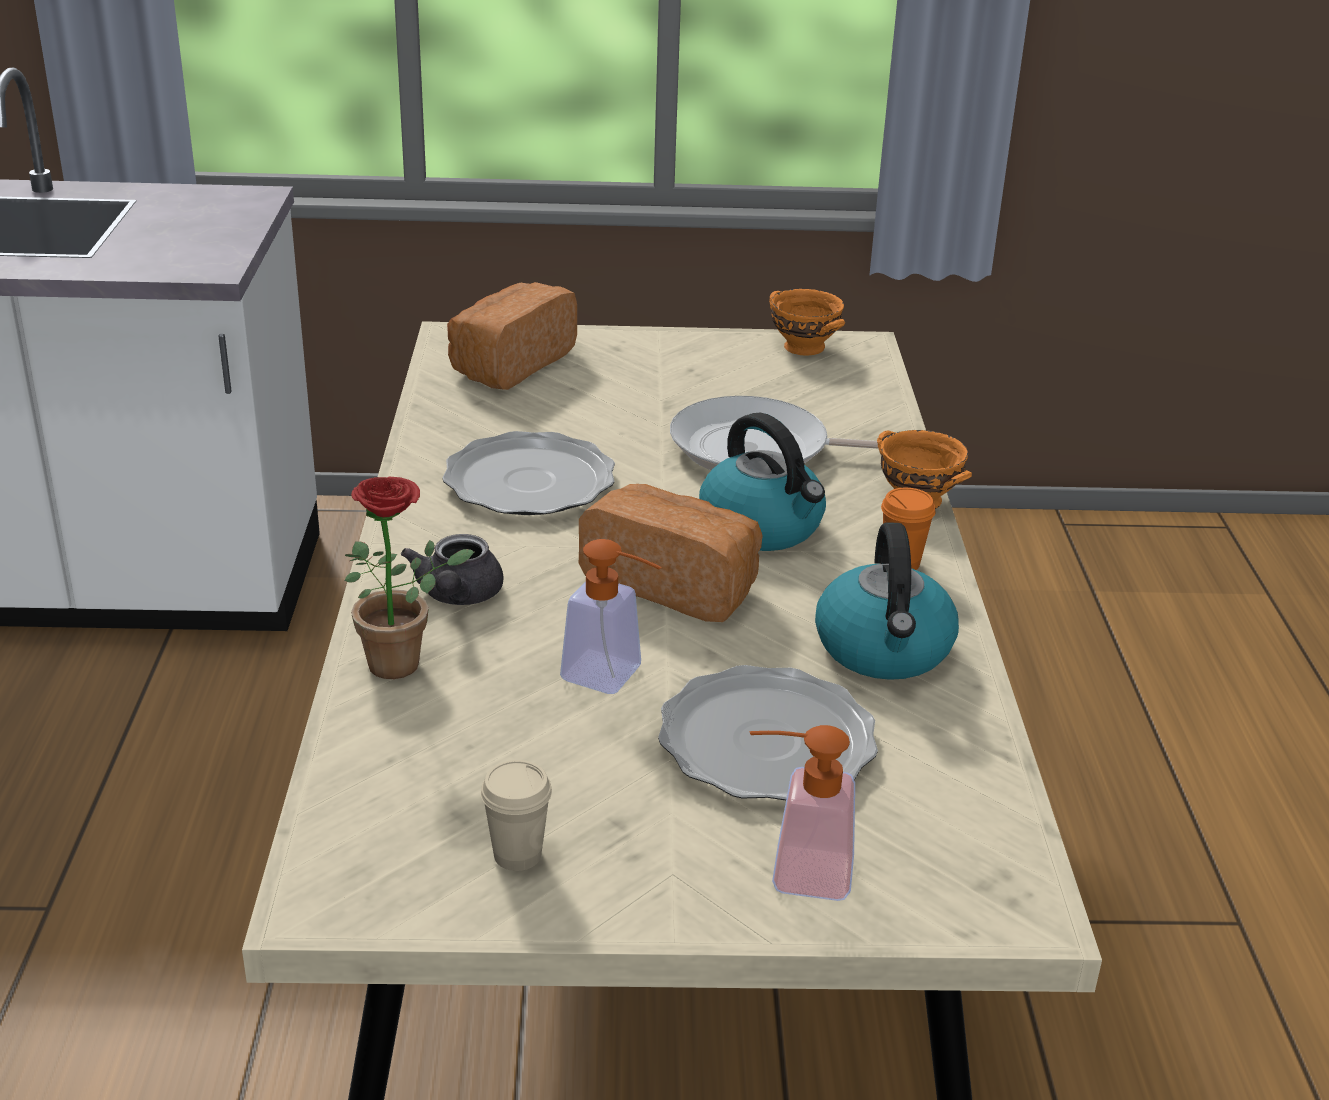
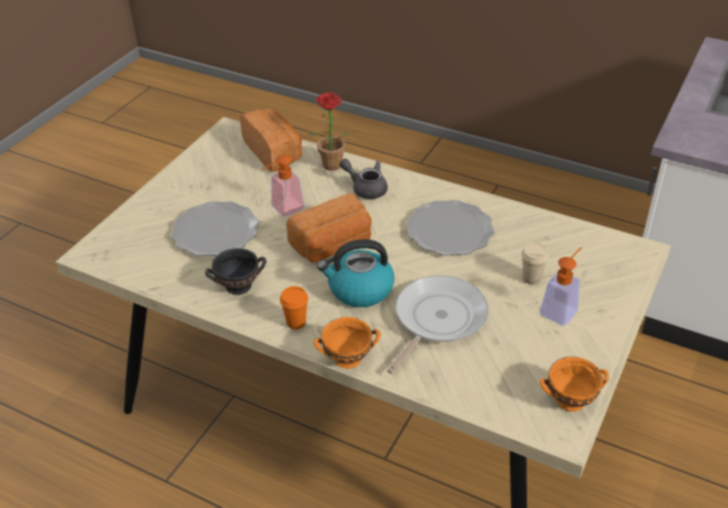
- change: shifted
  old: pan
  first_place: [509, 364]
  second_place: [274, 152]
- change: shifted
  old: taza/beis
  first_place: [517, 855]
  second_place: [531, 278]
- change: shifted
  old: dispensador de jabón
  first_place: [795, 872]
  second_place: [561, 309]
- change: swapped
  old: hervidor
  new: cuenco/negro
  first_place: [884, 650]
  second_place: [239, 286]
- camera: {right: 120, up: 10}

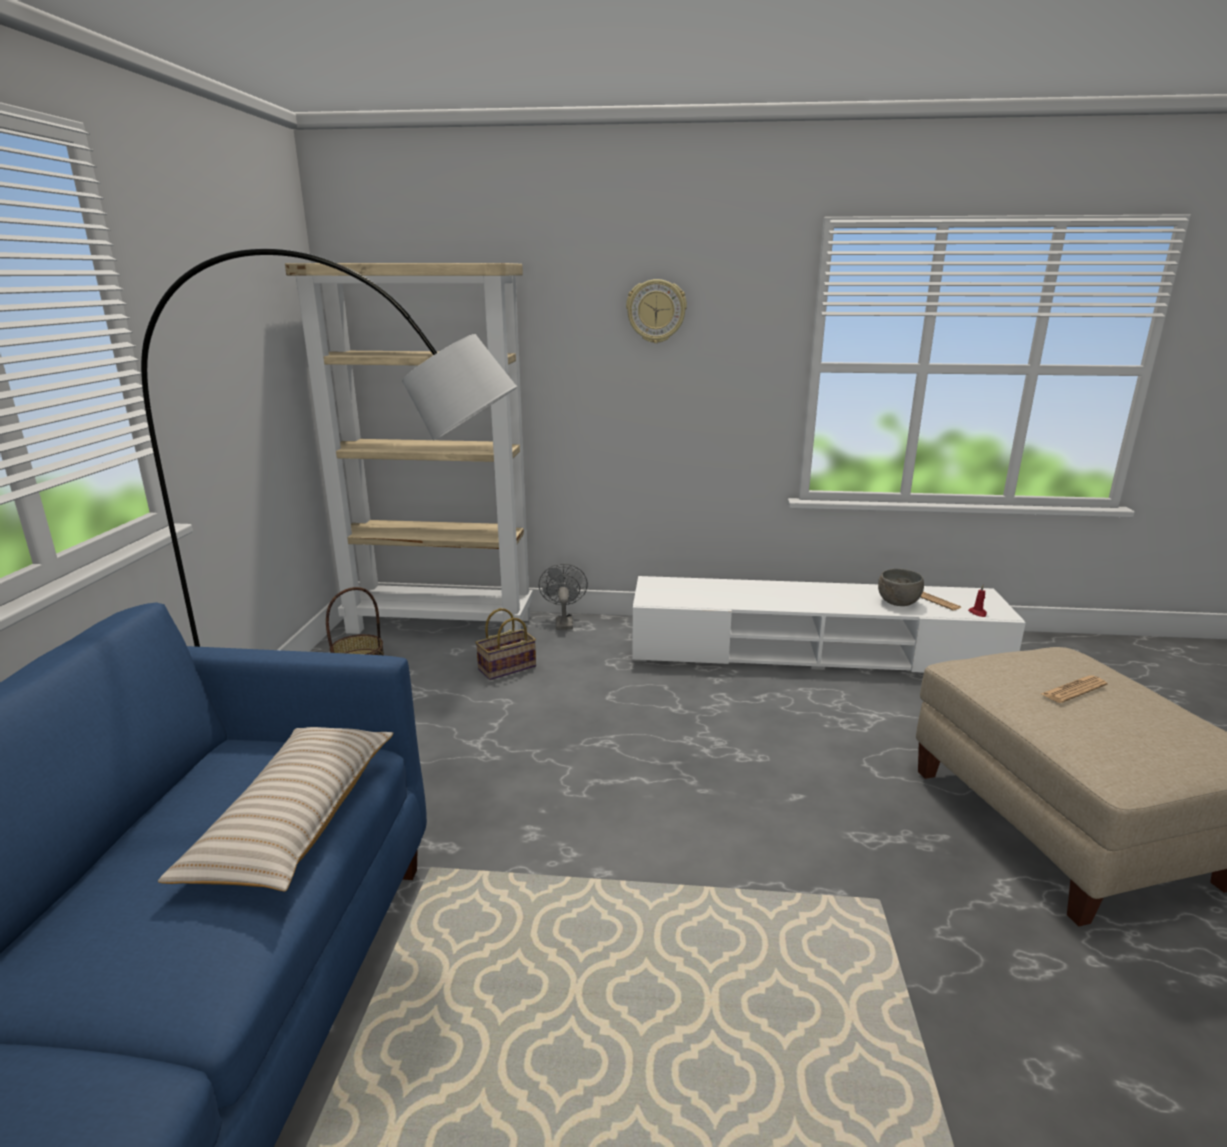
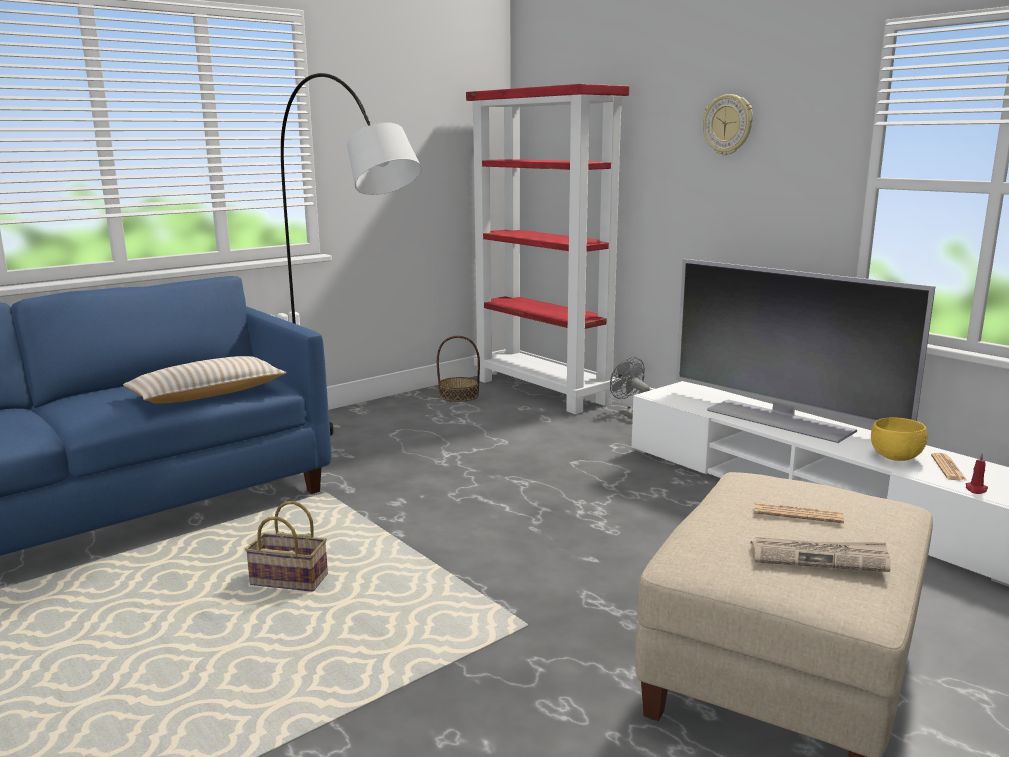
- change: new
  new: televisor
  second_place: [780, 420]
- change: new
  new: periódico
  second_place: [819, 557]
- change: shifted
  old: cesta
  first_place: [506, 669]
  second_place: [287, 581]
- change: repainted
  old: estantería/beis
  new: estantería/rojo
  first_place: [442, 624]
  second_place: [543, 391]
- change: repainted
  old: cuenco/gris
  new: cuenco/amarillo
  first_place: [897, 603]
  second_place: [895, 457]
- change: rotated
  old: ventilador/gris
  first_place: [563, 622]
  second_place: [629, 413]
  degrees: -75
- camera: {right: 45, up: -5}

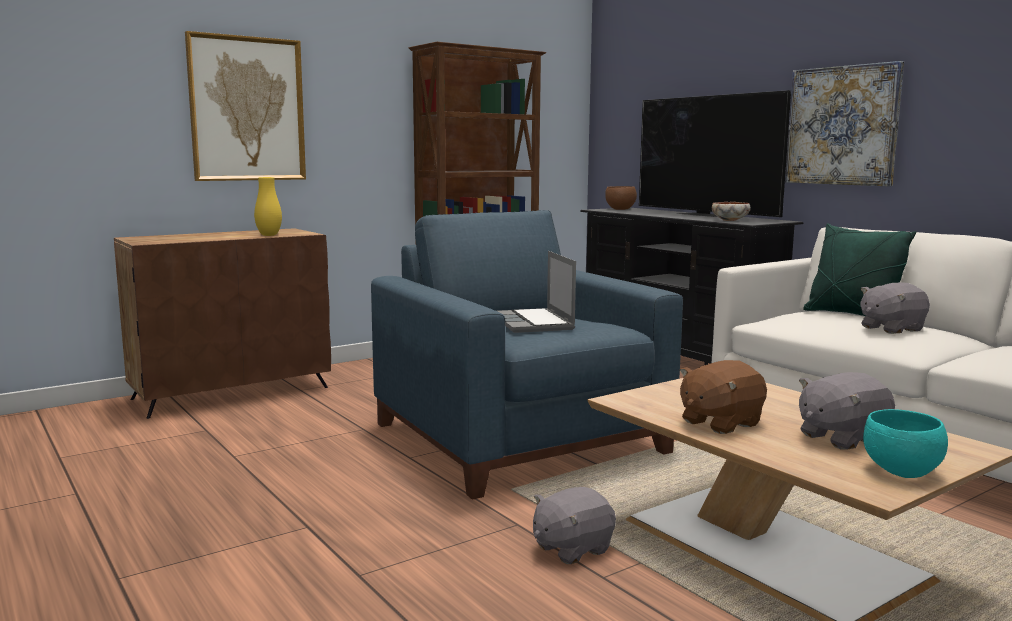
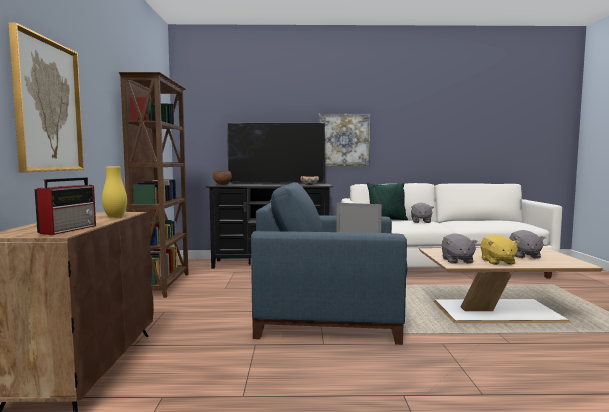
- change: gone
  old: cuenco/turquesa
  first_place: [902, 472]
- change: new
  new: radio
  second_place: [69, 229]
- change: shifted
  old: peluche/gris
  first_place: [571, 548]
  second_place: [457, 260]
- change: repainted
  old: peluche/marrón
  new: peluche/amarillo
  first_place: [719, 423]
  second_place: [497, 261]
- camera: {right: -55, up: -5}

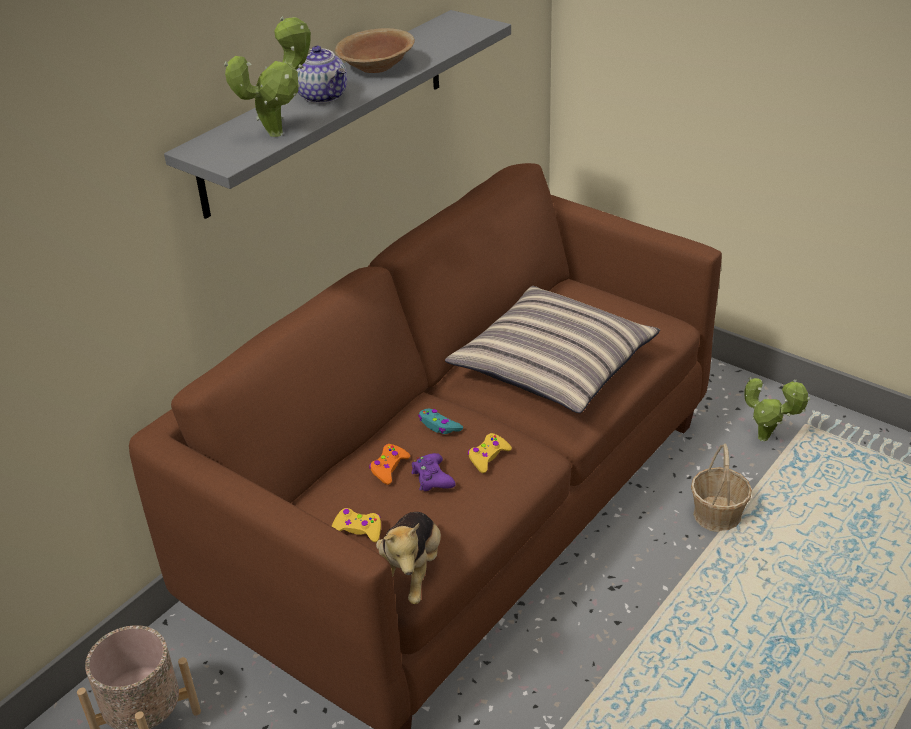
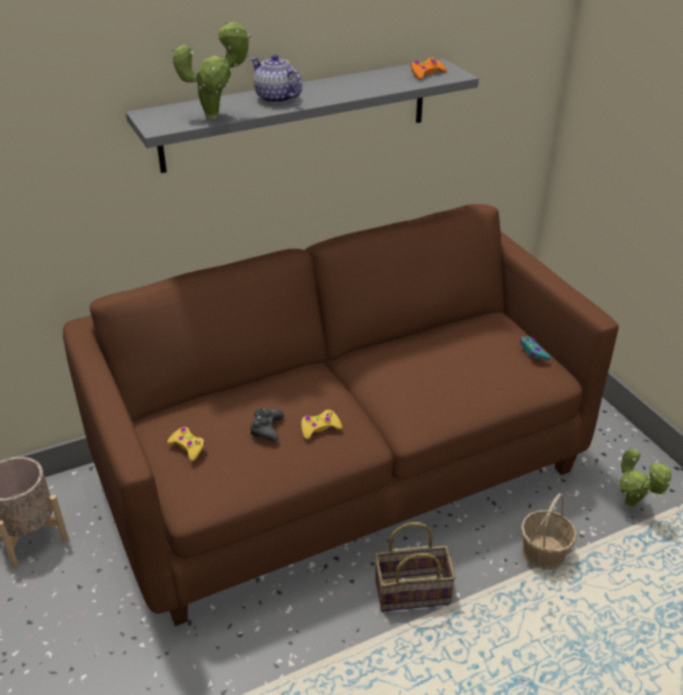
- change: gone
  old: cuenco/marrón
  first_place: [376, 67]
- change: gone
  old: peluche
  first_place: [411, 573]
- change: gone
  old: cojín
  first_place: [553, 365]
- change: new
  new: cesta
  second_place: [414, 591]
- change: shifted
  old: mando de consola/naranja
  first_place: [389, 468]
  second_place: [426, 74]
- change: shifted
  old: mando de consola/turquesa
  first_place: [439, 426]
  second_place: [533, 352]
- change: repainted
  old: mando de consola/morado
  new: mando de consola/negro
  first_place: [432, 478]
  second_place: [266, 428]
- change: rotated
  old: tetera
  first_place: [323, 96]
  second_place: [276, 98]
  degrees: 150
- camera: {right: 25, up: 0}

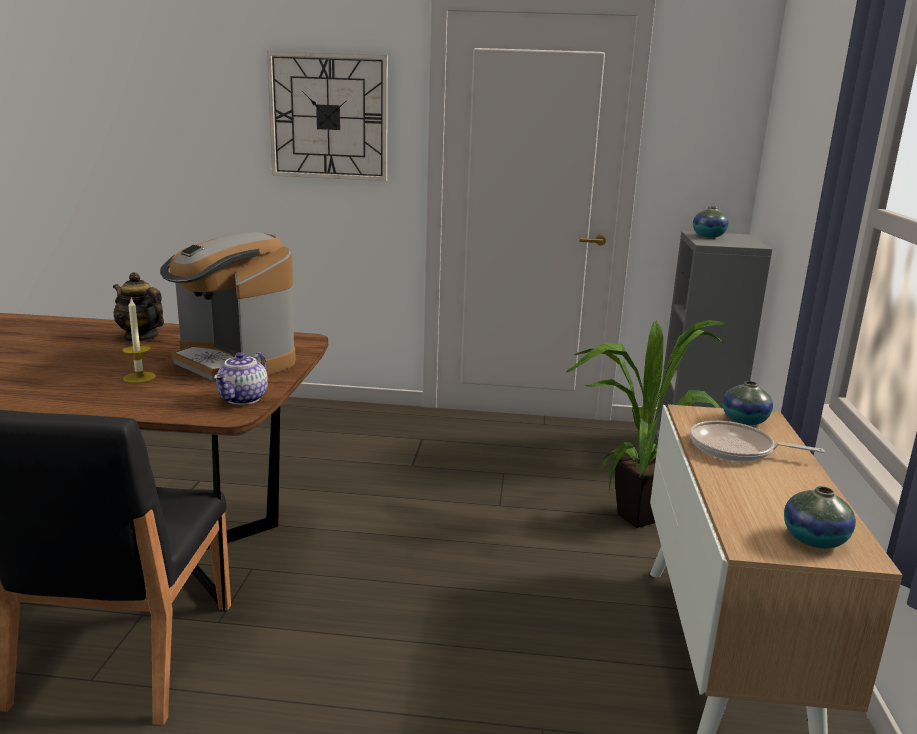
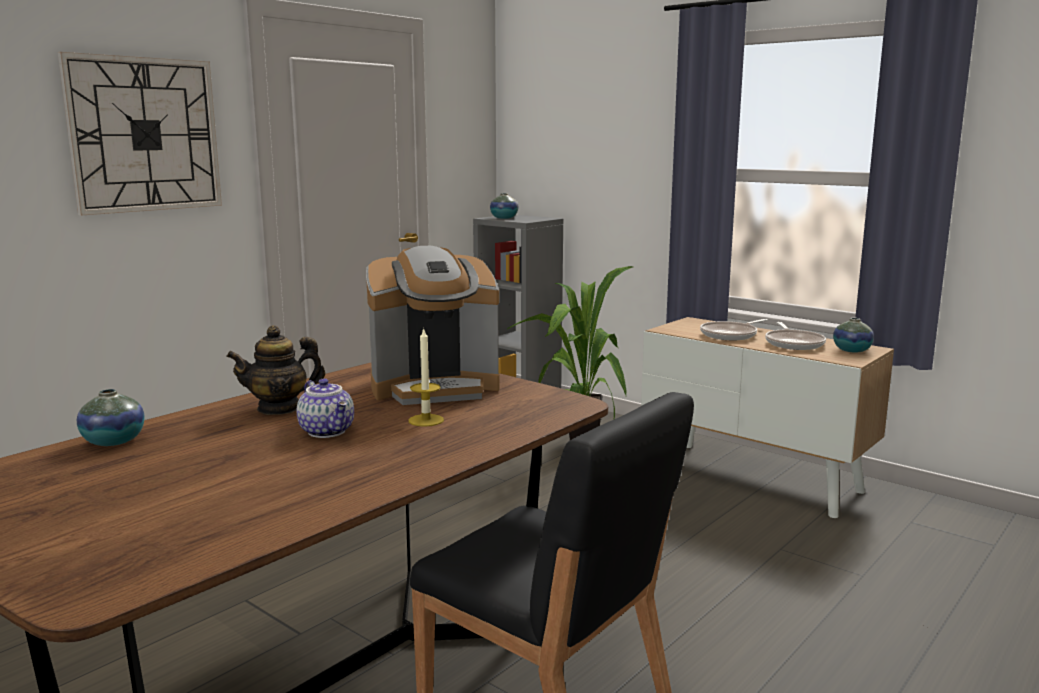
- change: new
  new: sartén
  second_place: [793, 343]
- change: shifted
  old: tetera
  first_place: [244, 399]
  second_place: [328, 431]
- change: shifted
  old: florero
  first_place: [744, 421]
  second_place: [113, 441]
- camera: {right: -55, up: -5}

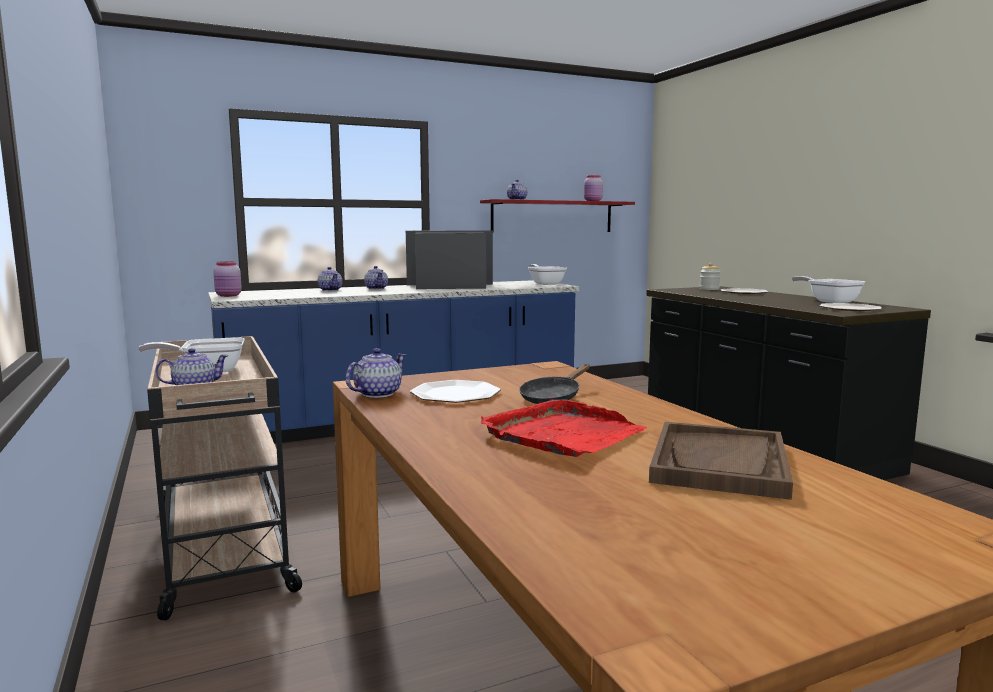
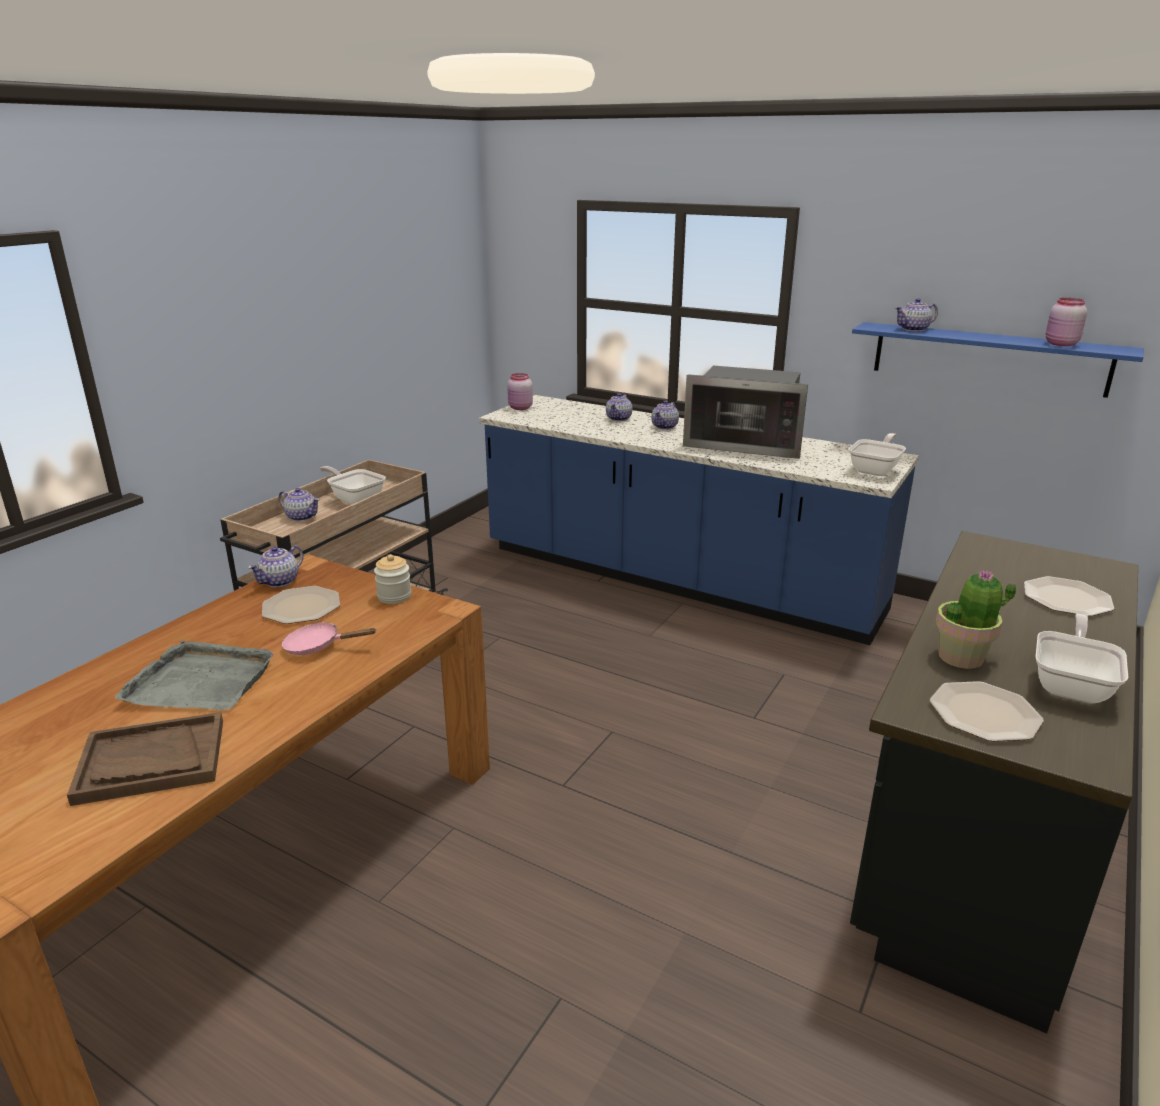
- change: new
  new: planta en maceta
  second_place: [961, 657]
- change: shifted
  old: tarro
  first_place: [709, 289]
  second_place: [394, 596]
- change: repainted
  old: estante/rojo
  new: estante/azul
  first_place: [552, 216]
  second_place: [989, 358]
- change: repainted
  old: bandeja/rojo
  new: bandeja/gris
  first_place: [563, 434]
  second_place: [201, 681]
- change: repainted
  old: sartén/negro
  new: sartén/rosa
  first_place: [553, 397]
  second_place: [318, 646]
- change: rotated
  old: tetera
  first_place: [377, 394]
  second_place: [280, 581]
  degrees: 120
- change: rotated
  old: microondas
  first_place: [450, 286]
  second_place: [745, 443]
  degrees: 150
- camera: {right: 55, up: 15}

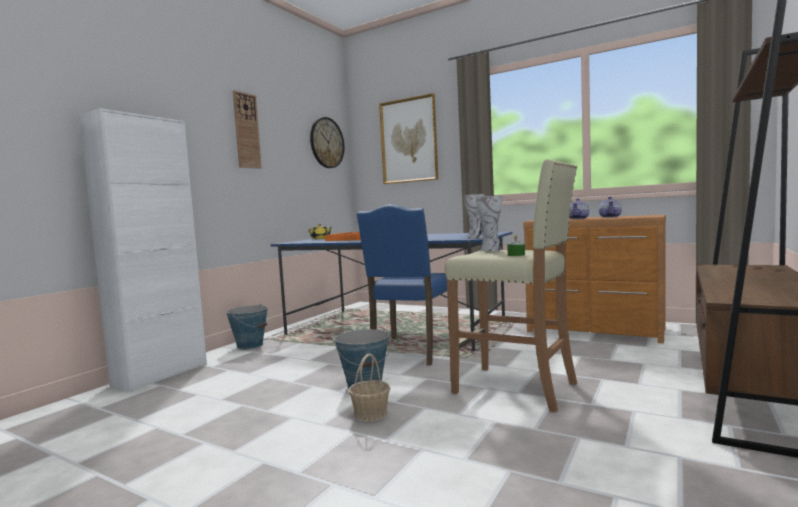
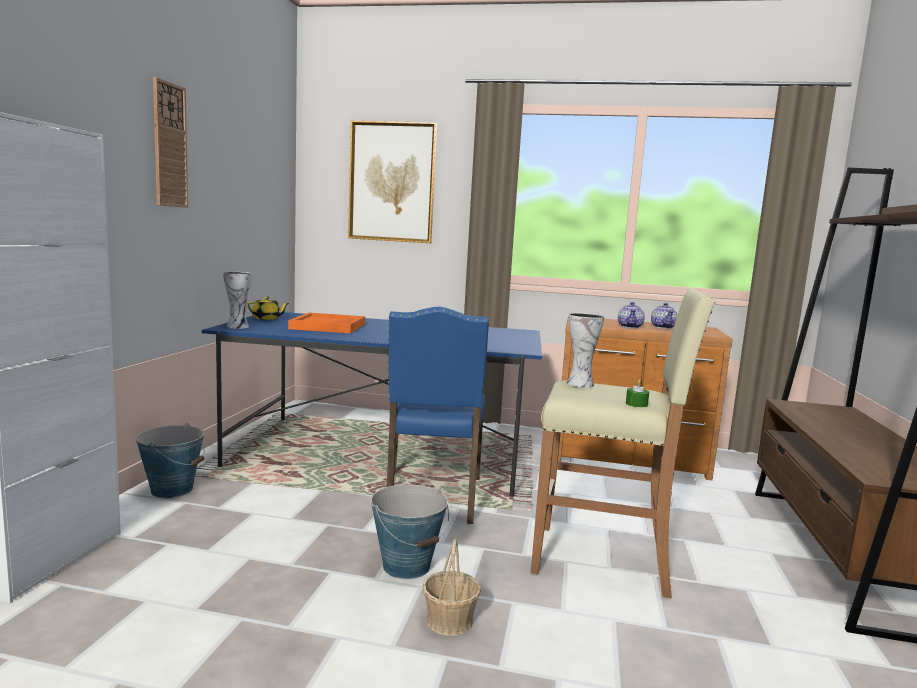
- change: gone
  old: reloj de pared
  first_place: [326, 143]
- change: shifted
  old: florero
  first_place: [476, 238]
  second_place: [238, 326]
- camera: {right: -20, up: 5}

